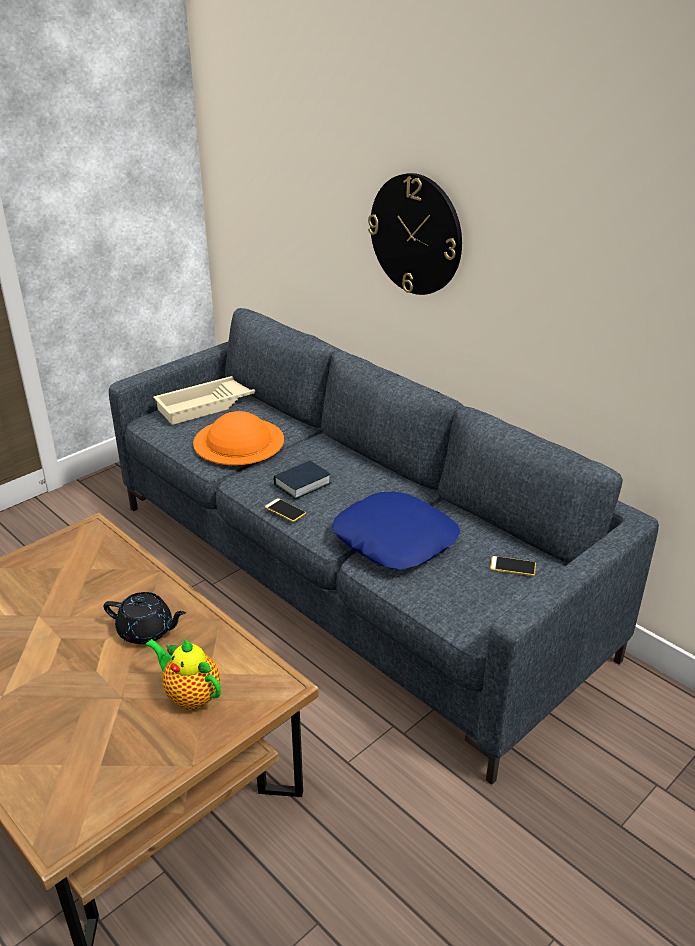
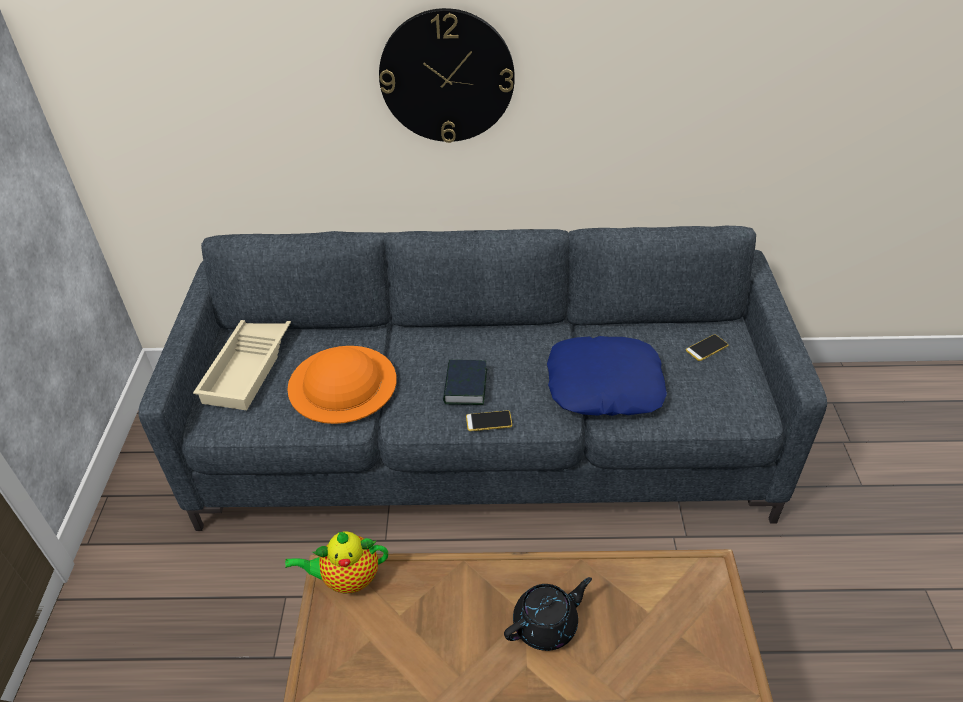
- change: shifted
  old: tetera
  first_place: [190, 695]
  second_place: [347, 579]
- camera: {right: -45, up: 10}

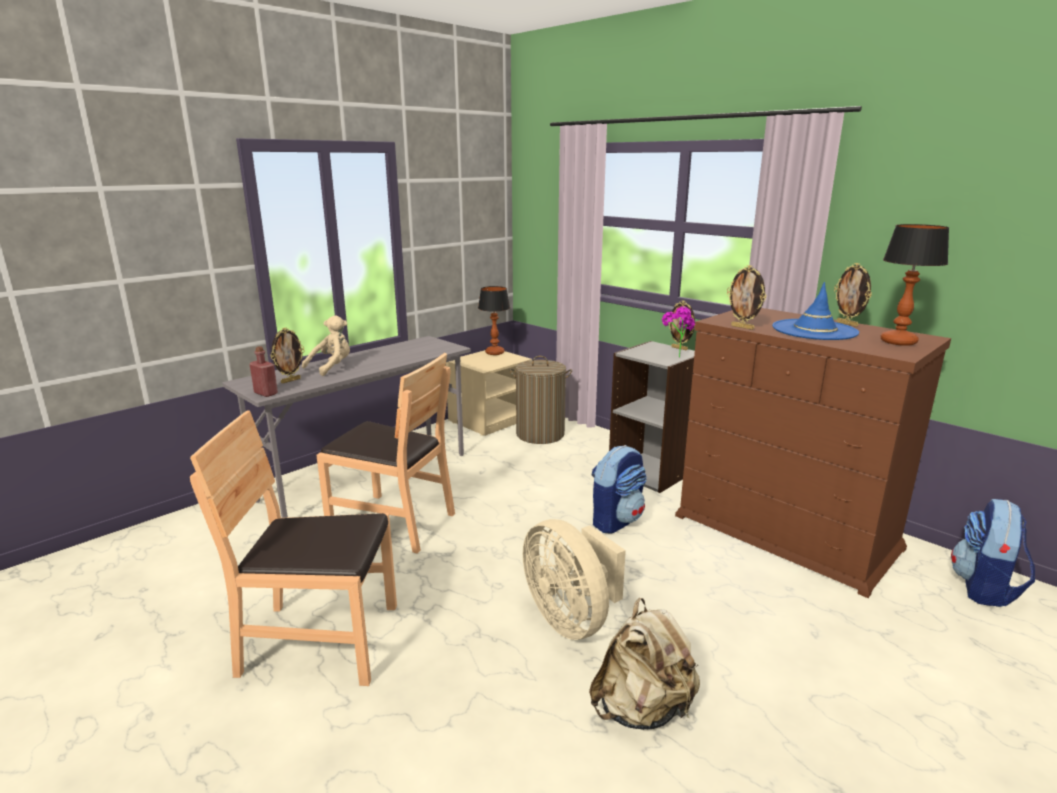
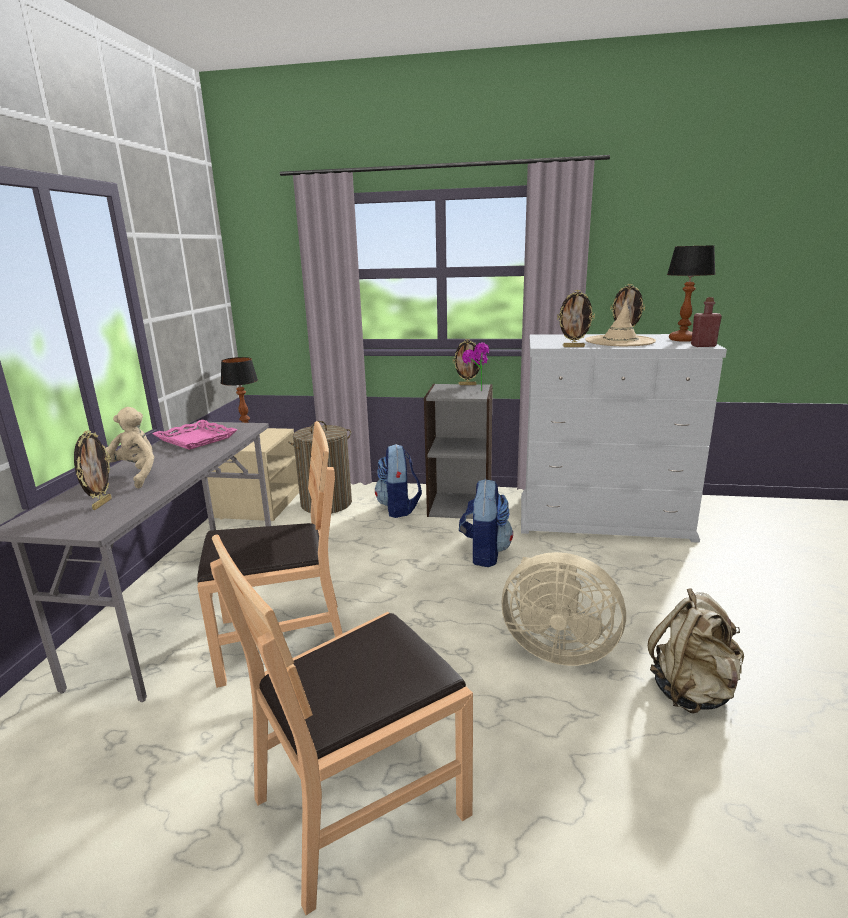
- change: new
  new: bandeja/rosa
  second_place: [195, 439]
- change: shifted
  old: botella/rojo
  first_place: [266, 393]
  second_place: [703, 346]
- change: shifted
  old: mochila
  first_place: [984, 588]
  second_place: [399, 508]
- change: repainted
  old: cómoda/marrón
  new: cómoda/blanco
  first_place: [786, 532]
  second_place: [603, 517]
- change: repainted
  old: sombrero/azul
  new: sombrero/beis
  first_place: [814, 330]
  second_place: [619, 341]
- camera: {right: -35, up: 0}

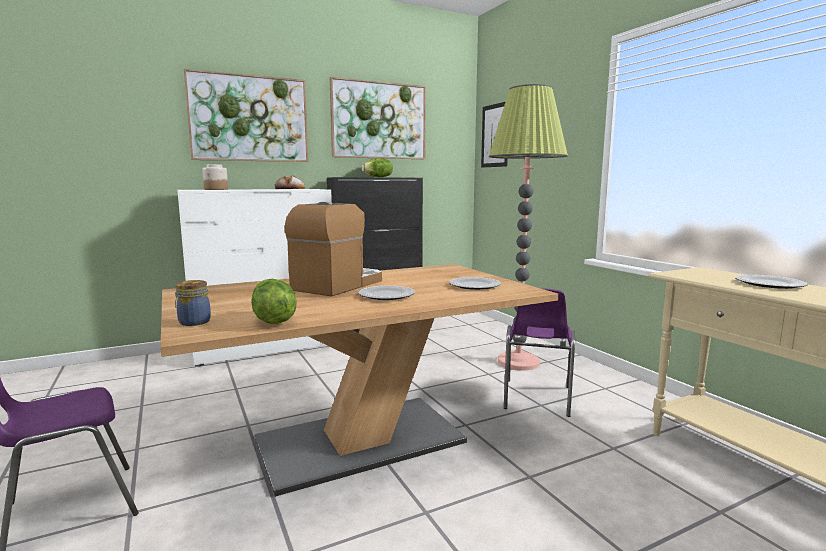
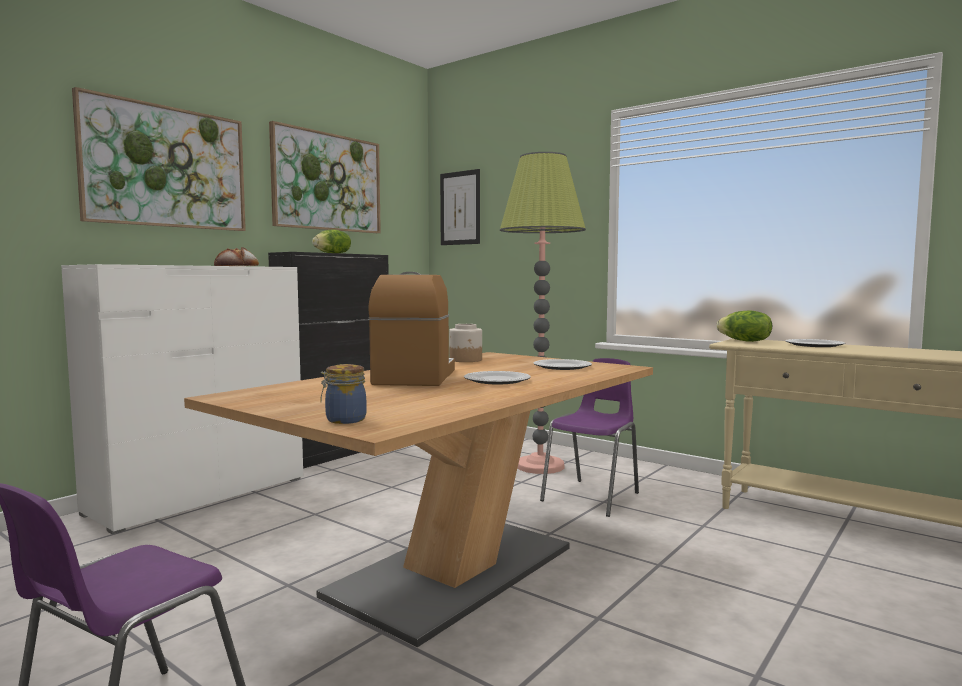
- change: shifted
  old: tarro
  first_place: [216, 189]
  second_place: [466, 360]
- change: shifted
  old: lechuga
  first_place: [273, 321]
  second_place: [744, 341]
- change: rotated
  old: silla/morado
  first_place: [536, 398]
  second_place: [593, 496]
  degrees: -135
- camera: {right: -25, up: -5}

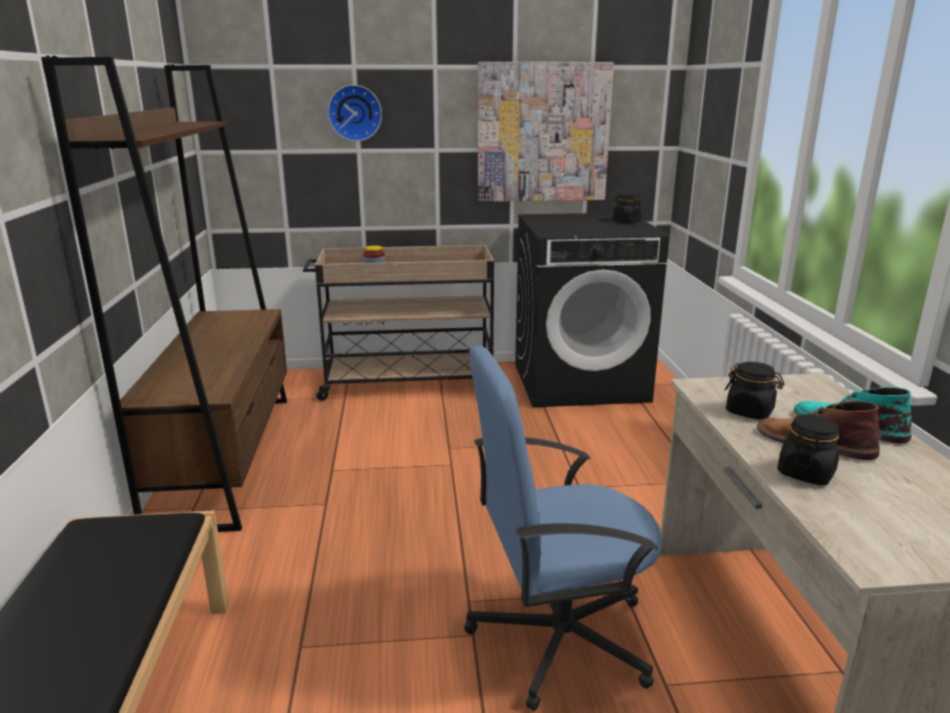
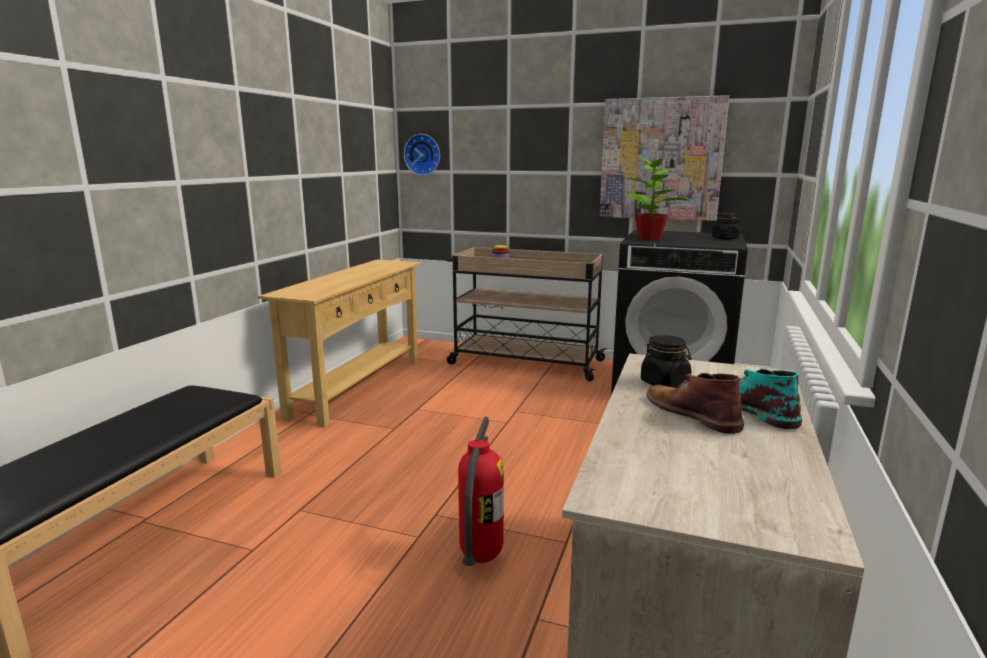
- change: gone
  old: tarro/negro
  first_place: [806, 473]
- change: new
  new: planta en maceta
  second_place: [650, 238]
- change: shifted
  old: reloj de pared
  first_place: [355, 113]
  second_place: [423, 154]
- change: swapped
  old: estantería/marrón
  new: mesa consola/beis
  first_place: [226, 456]
  second_place: [357, 387]
- change: swapped
  old: silla de oficina/azul
  new: extintor
  first_place: [557, 637]
  second_place: [480, 557]
- camera: {right: 25, up: -5}

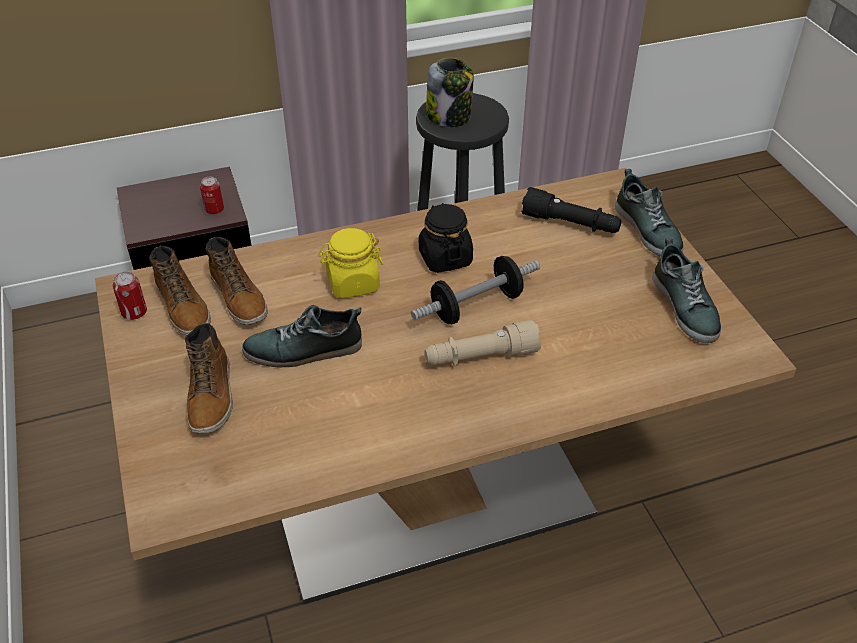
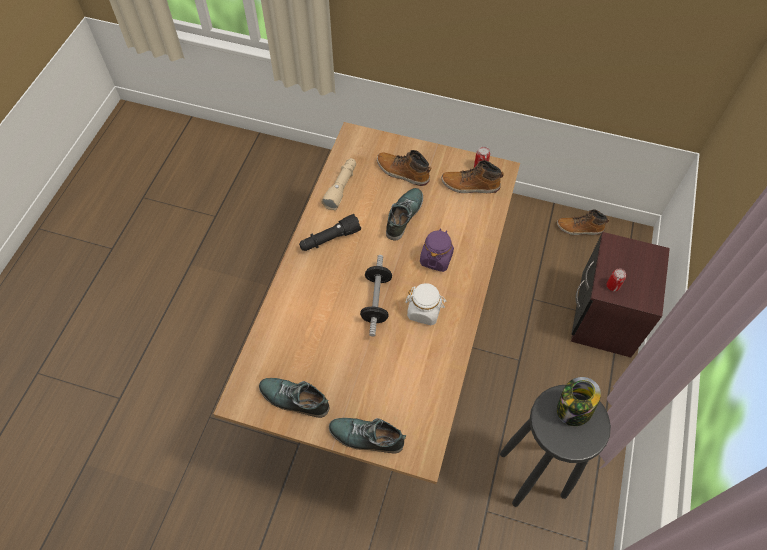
- change: shifted
  old: bota
  first_place: [239, 297]
  second_place: [579, 228]
- change: shifted
  old: linterna/beis
  first_place: [481, 357]
  second_place: [341, 187]
- change: shifted
  old: linterna/negro
  first_place: [570, 224]
  second_place: [329, 239]
- change: repainted
  old: tarro/amarillo
  new: tarro/morado
  first_place: [352, 283]
  second_place: [436, 258]
- change: repainted
  old: tarro/negro
  new: tarro/blanco
  first_place: [445, 258]
  second_place: [424, 311]
- camera: {right: 125, up: 15}

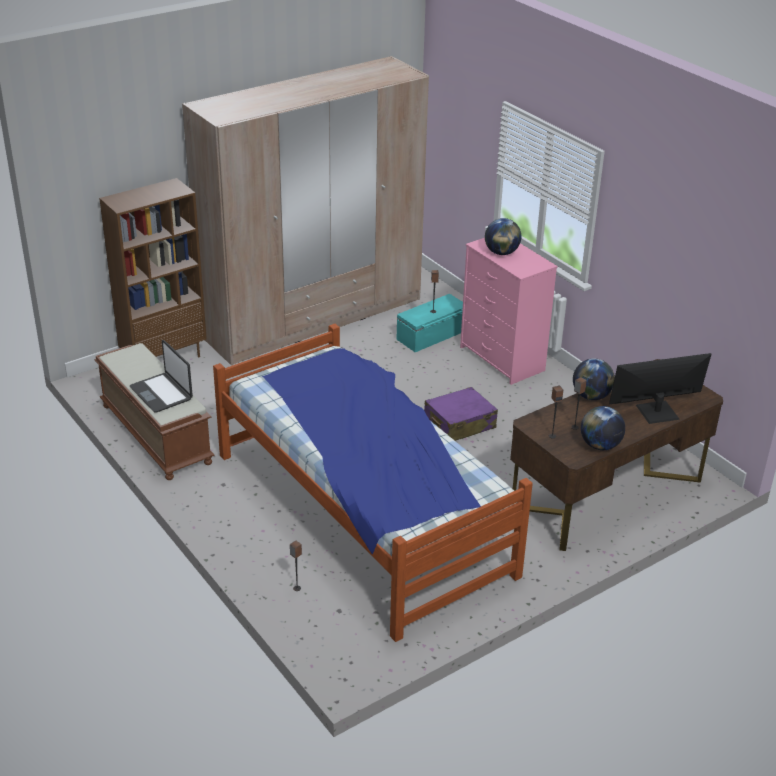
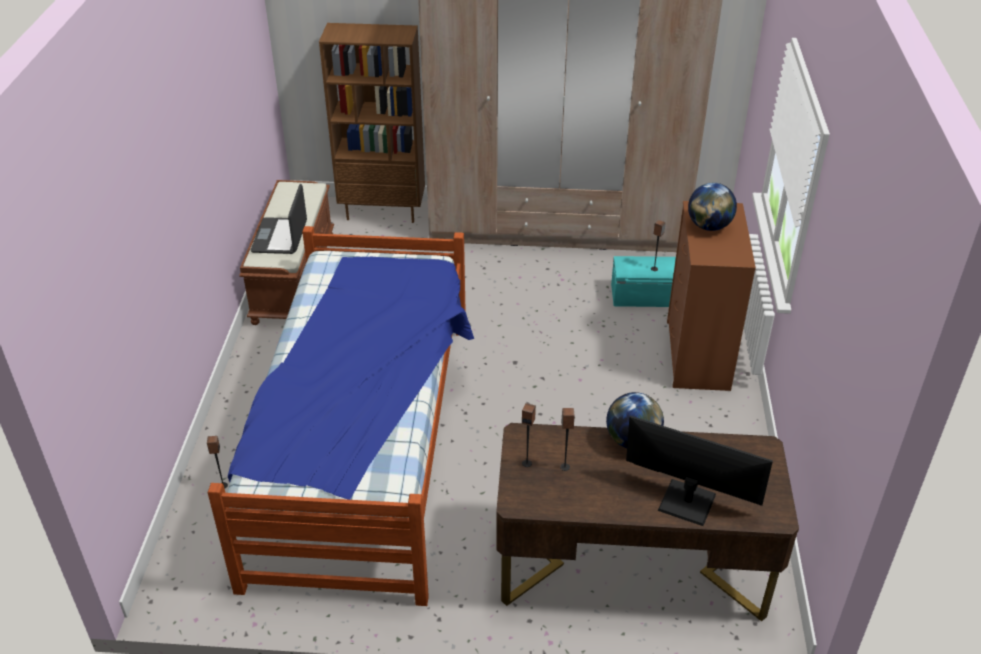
- change: gone
  old: maleta/morado
  first_place: [459, 424]
- change: gone
  old: globo terráqueo
  first_place: [600, 445]
- change: repainted
  old: cómoda/rosa
  new: cómoda/marrón
  first_place: [502, 359]
  second_place: [697, 355]
- camera: {right: 40, up: 5}

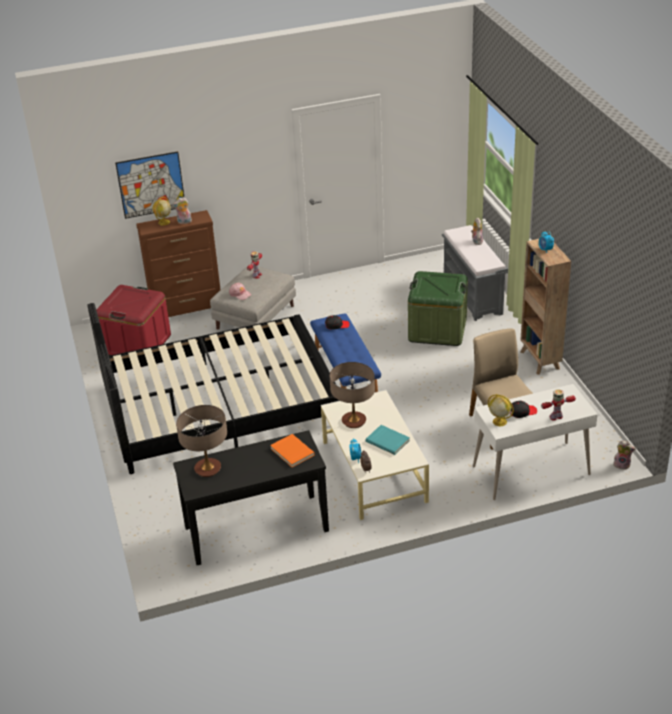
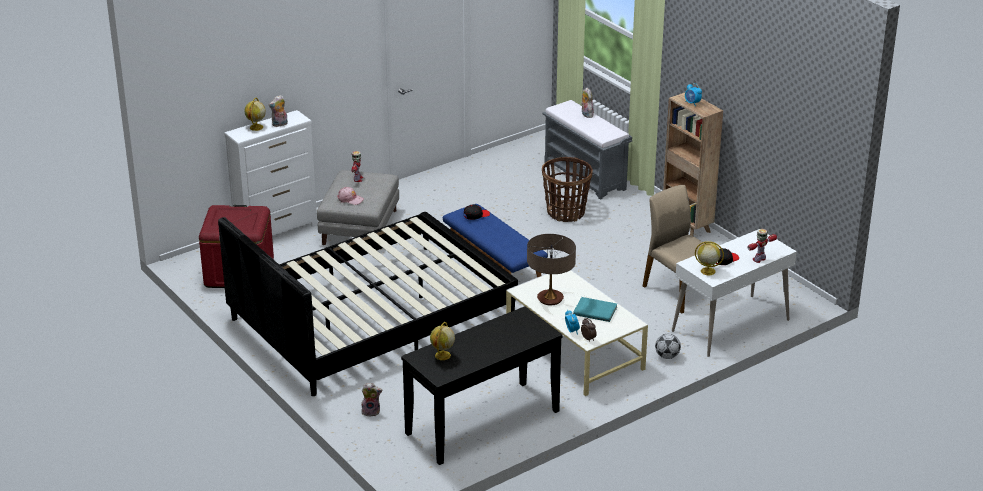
- change: gone
  old: cuadro
  first_place: [151, 185]
- change: gone
  old: libro/naranja
  first_place: [291, 452]
- change: new
  new: balón de fútbol
  second_place: [667, 356]
- change: shifted
  old: peluche
  first_place: [622, 464]
  second_place: [371, 411]
- change: swapped
  old: lámpara de mesa
  new: globo terráqueo
  first_place: [208, 469]
  second_place: [442, 356]
- change: swapped
  old: caja de almacenaje/verde
  new: cesta
  first_place: [437, 329]
  second_place: [566, 212]
- change: repainted
  old: cómoda/marrón
  new: cómoda/blanco
  first_place: [187, 310]
  second_place: [277, 231]
- camera: {right: -20, up: -5}

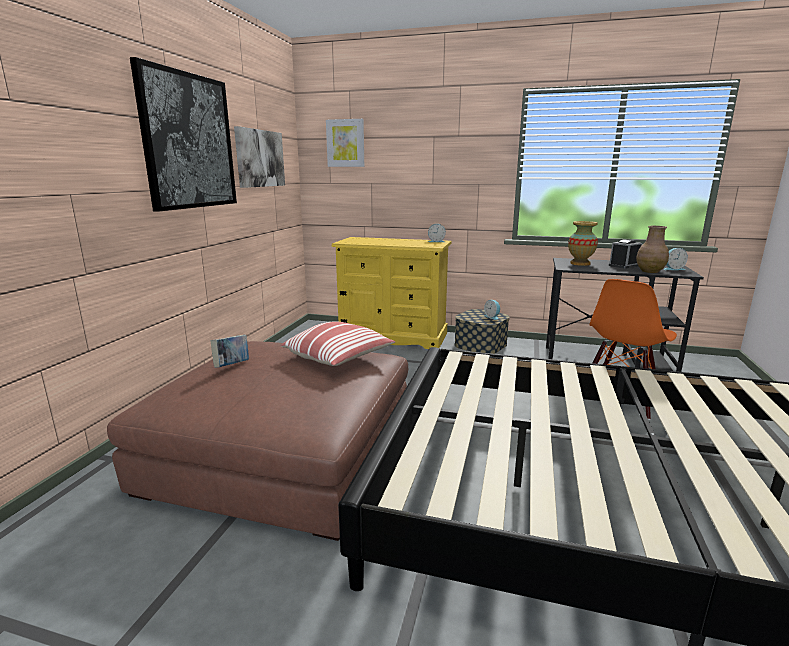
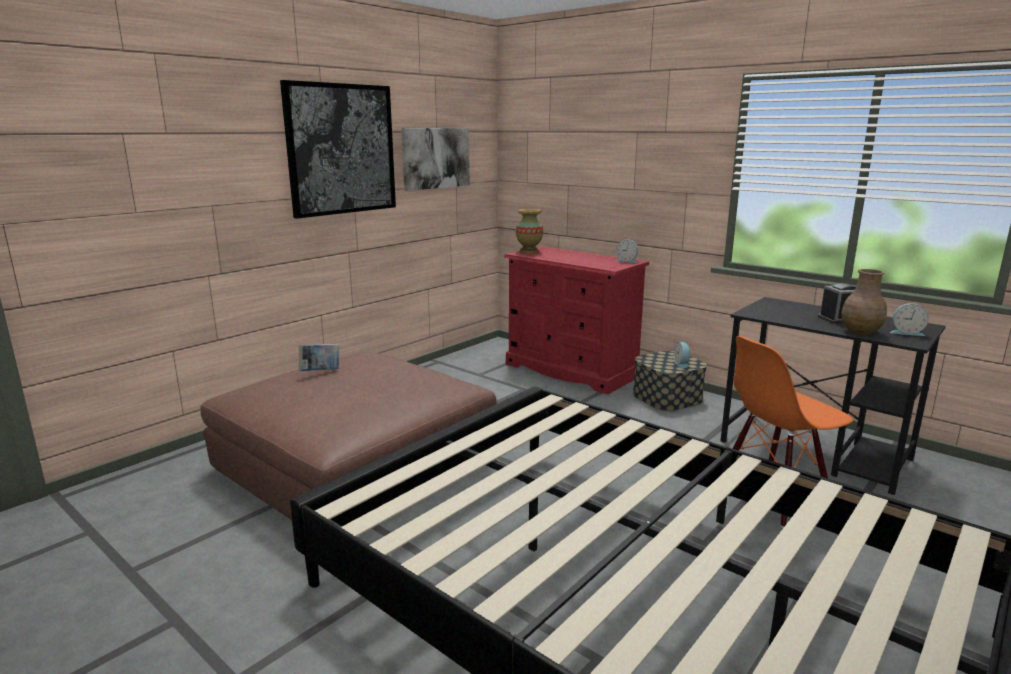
- change: gone
  old: cojín
  first_place: [339, 358]
- change: gone
  old: cuadro
  first_place: [345, 143]
- change: shifted
  old: florero
  first_place: [580, 263]
  second_place: [529, 252]
- change: repainted
  old: cómoda/amarillo
  new: cómoda/rojo
  first_place: [393, 336]
  second_place: [571, 370]
- camera: {right: 25, up: 0}

